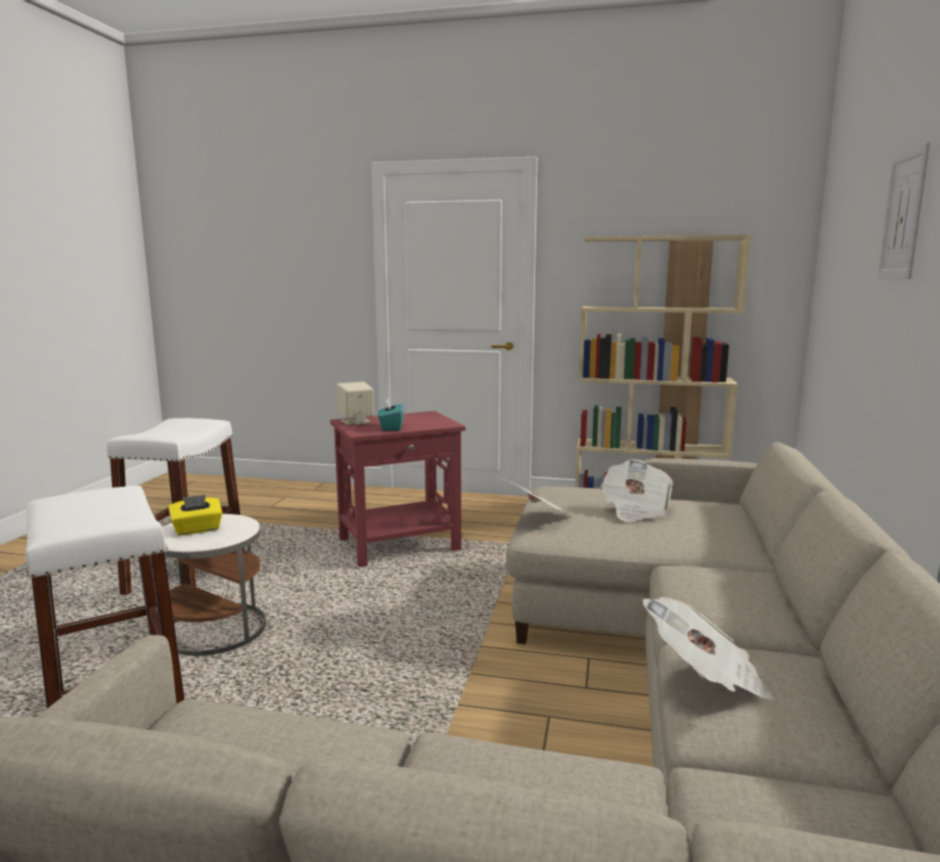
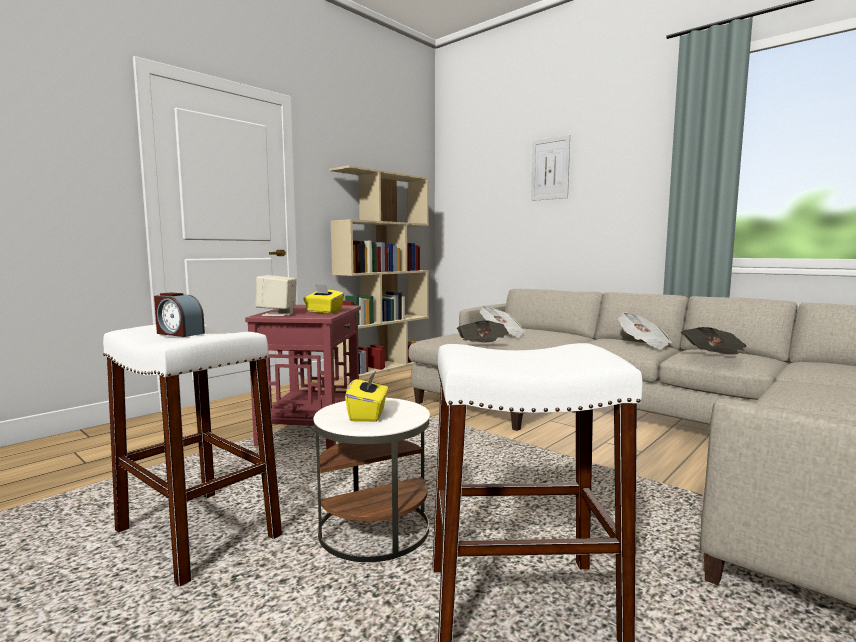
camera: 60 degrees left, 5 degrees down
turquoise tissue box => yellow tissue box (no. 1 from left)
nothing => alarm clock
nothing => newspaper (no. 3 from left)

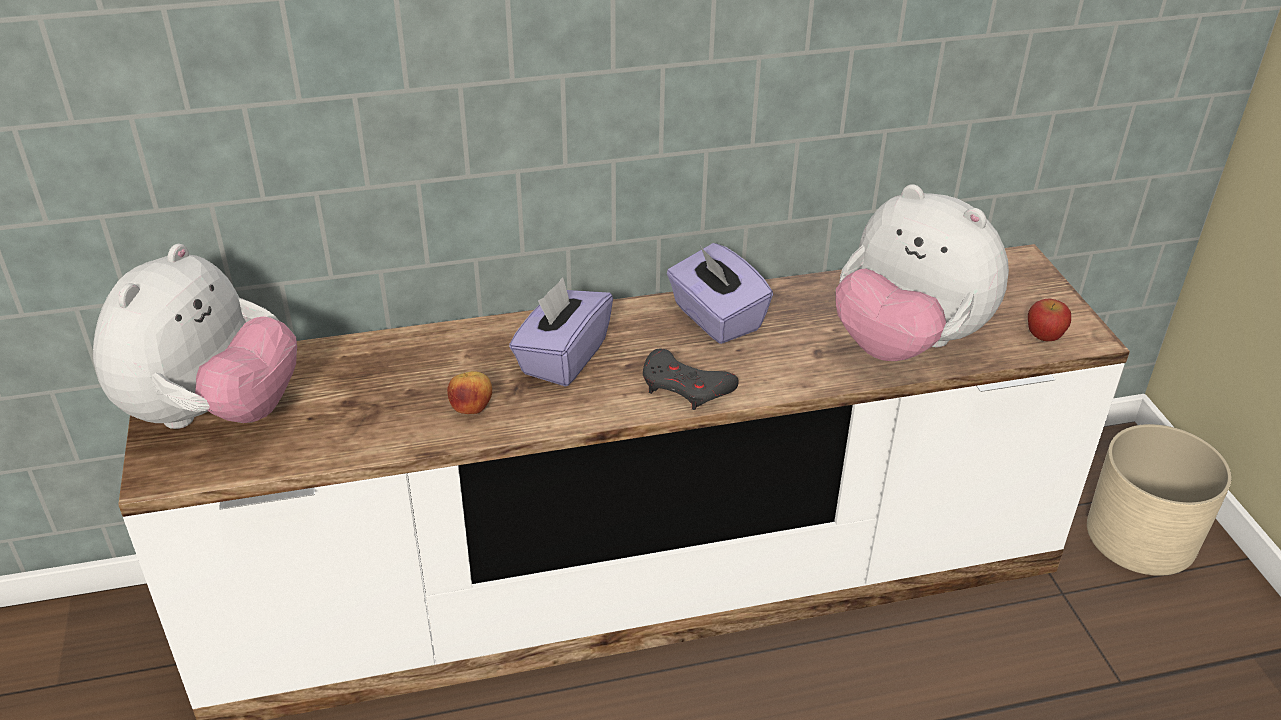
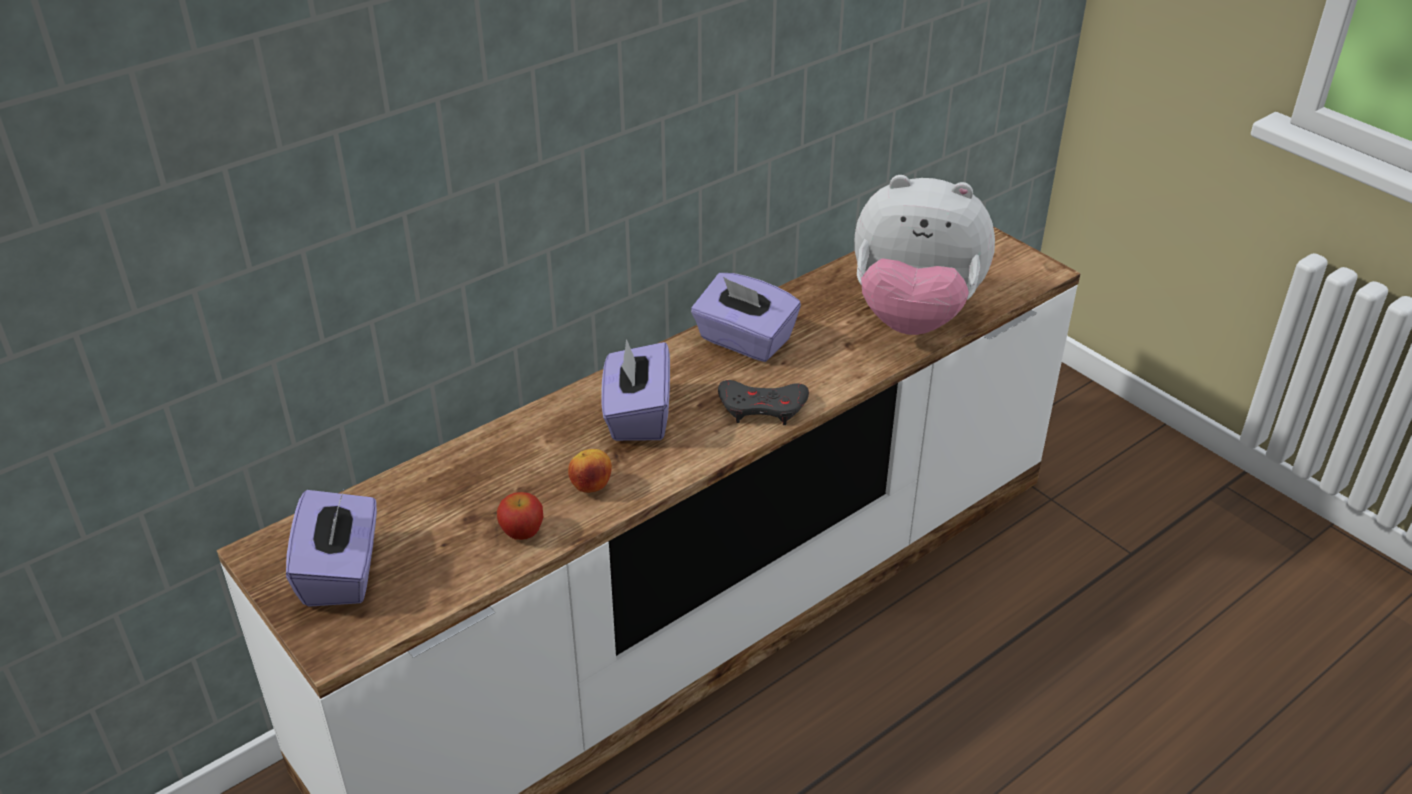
camera: 25 degrees left, 0 degrees up
plush toy (no. 1 from left) => purple tissue box (no. 1 from left)
apple (no. 2 from left in the first image) => apple (no. 1 from left), shifted
beige planter => nothing

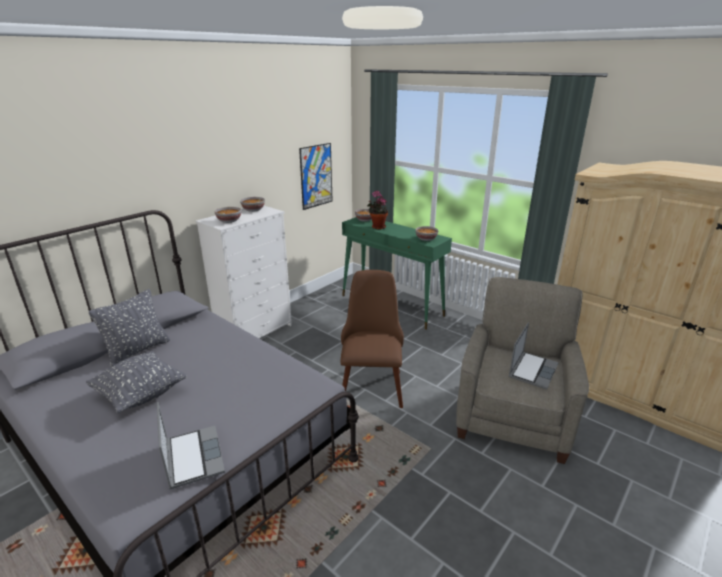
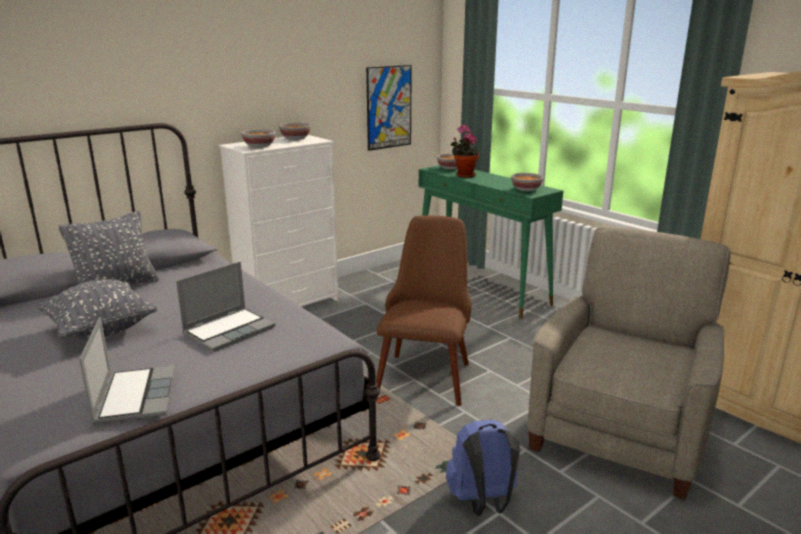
camera: 10 degrees right, 5 degrees down
laptop (no. 2 from left), shifted
nothing => blue backpack

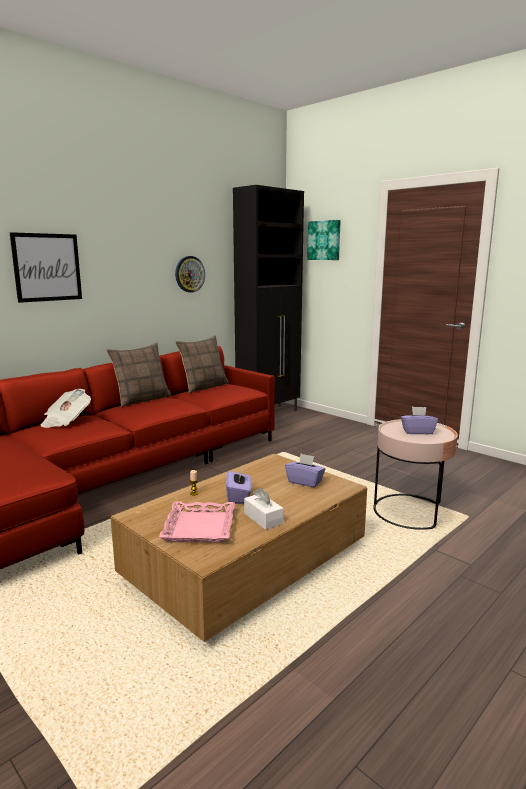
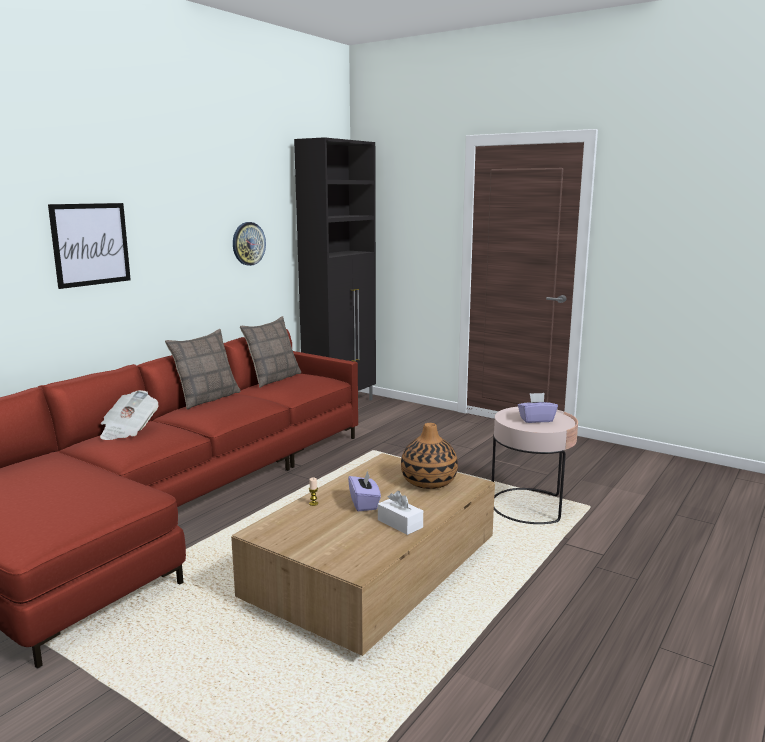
camera: 10 degrees left, 0 degrees up
picture (no. 2 from left) => nothing
purple tissue box (no. 2 from left) => vase
pink tray => nothing

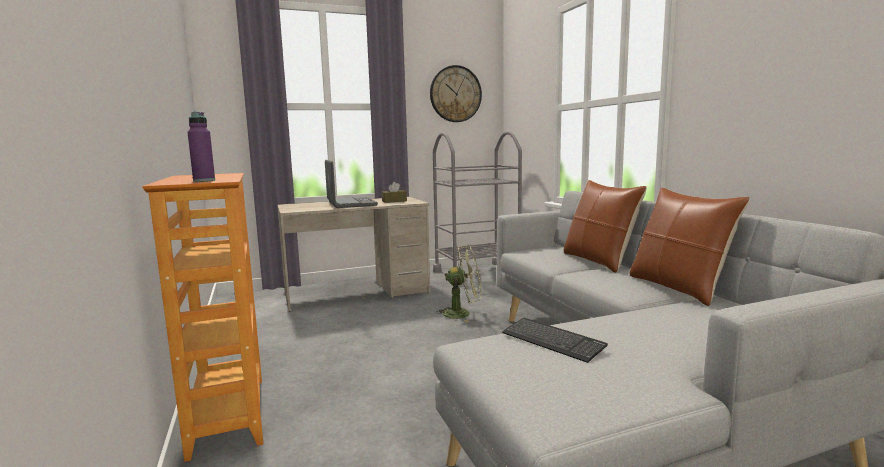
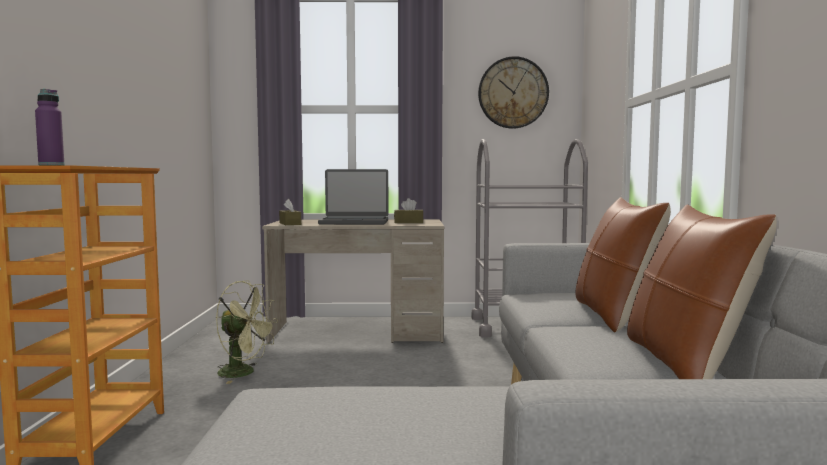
camera: 20 degrees right, 5 degrees down
laptop, 90 degrees clockwise
green fan, shifted
keyboard => nothing
nothing => brown tissue box (no. 1 from left)

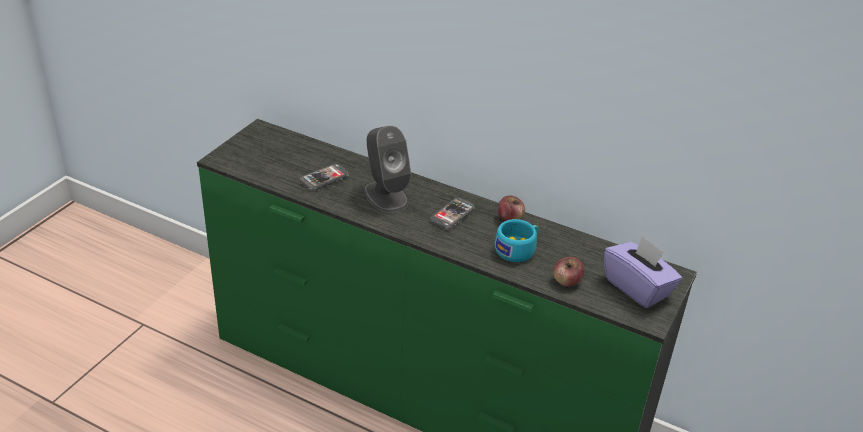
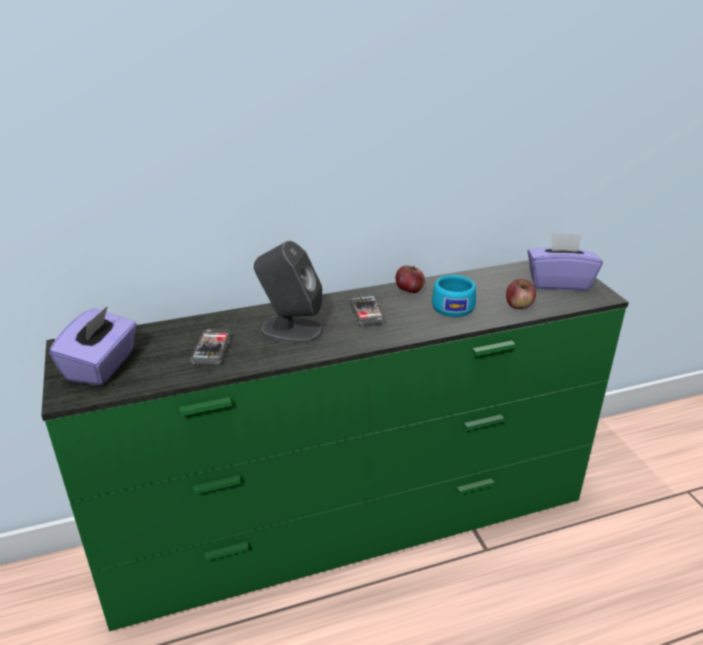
camera: 45 degrees left, 5 degrees down
nothing => purple tissue box (no. 1 from left)

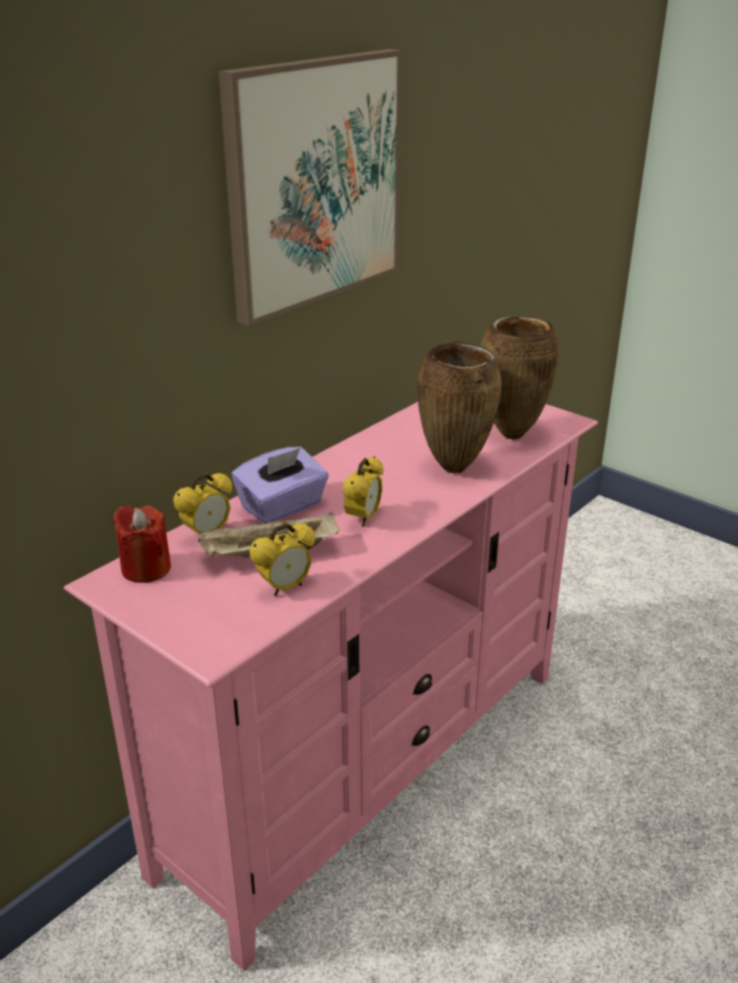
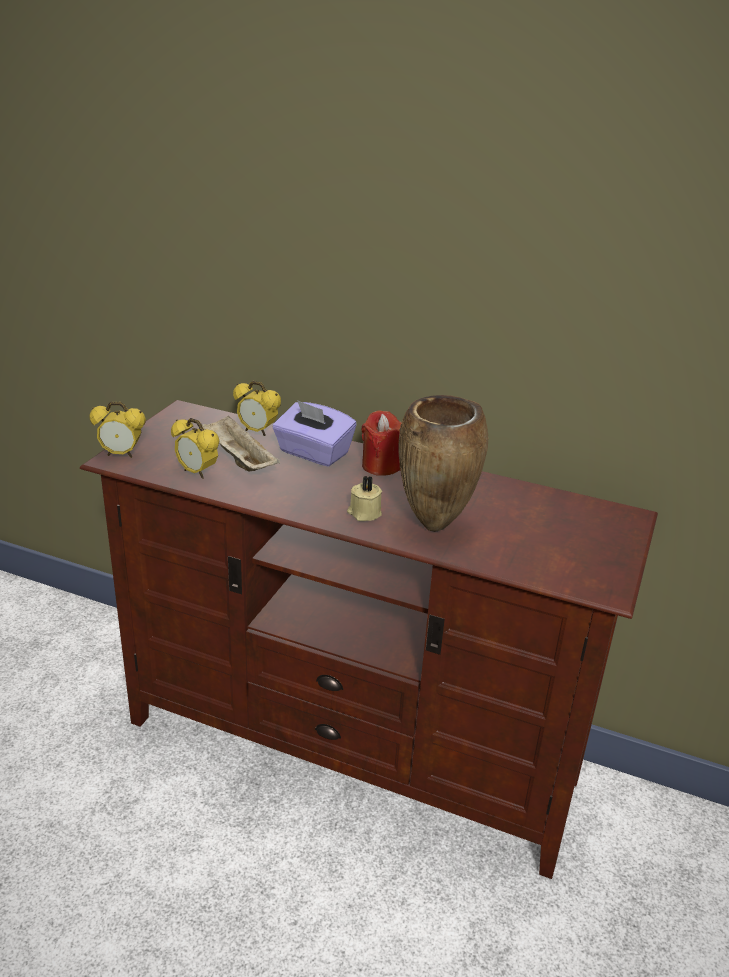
camera: 70 degrees right, 0 degrees up
picture => nothing
brown vase (no. 2 from left) => nothing
pink tv stand => brown tv stand
alarm clock (no. 3 from left in the first image) => alarm clock (no. 1 from left), shifted
red candle, shifted
nothing => beige candle

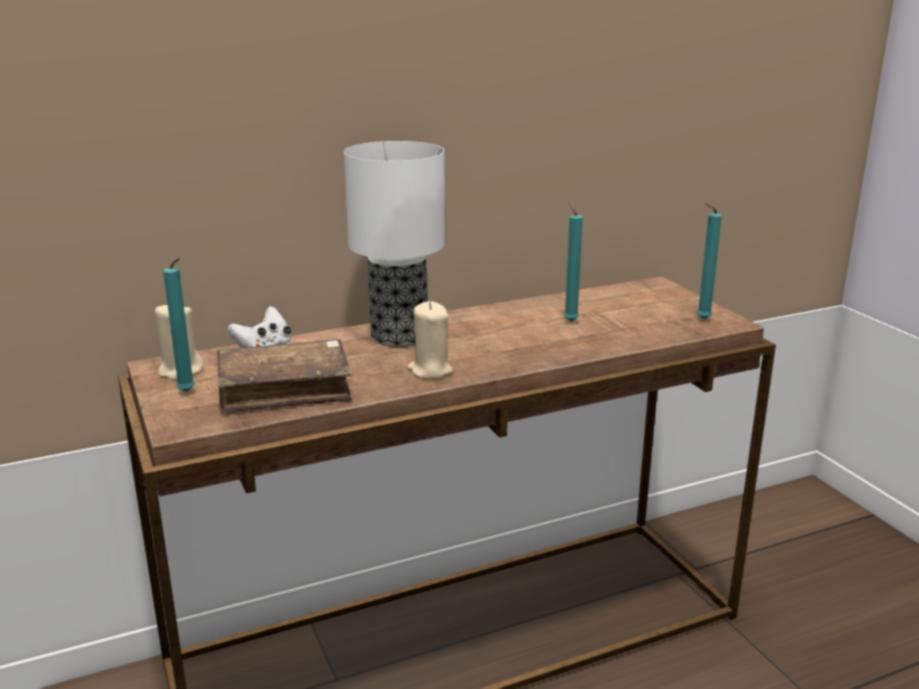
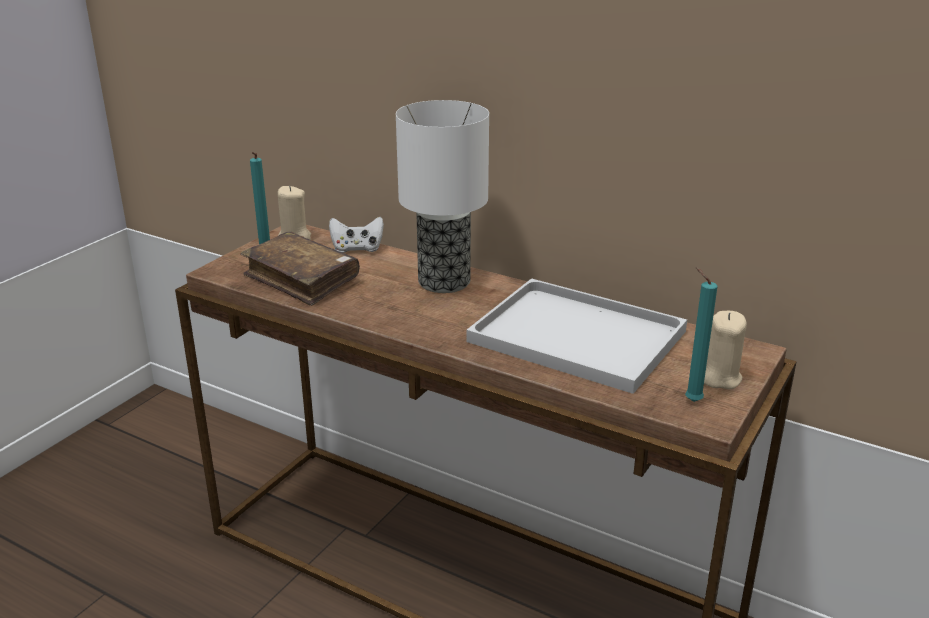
camera: 55 degrees right, 5 degrees up
turquoise candle (no. 2 from left) => white tray
beige candle (no. 2 from left), shifted

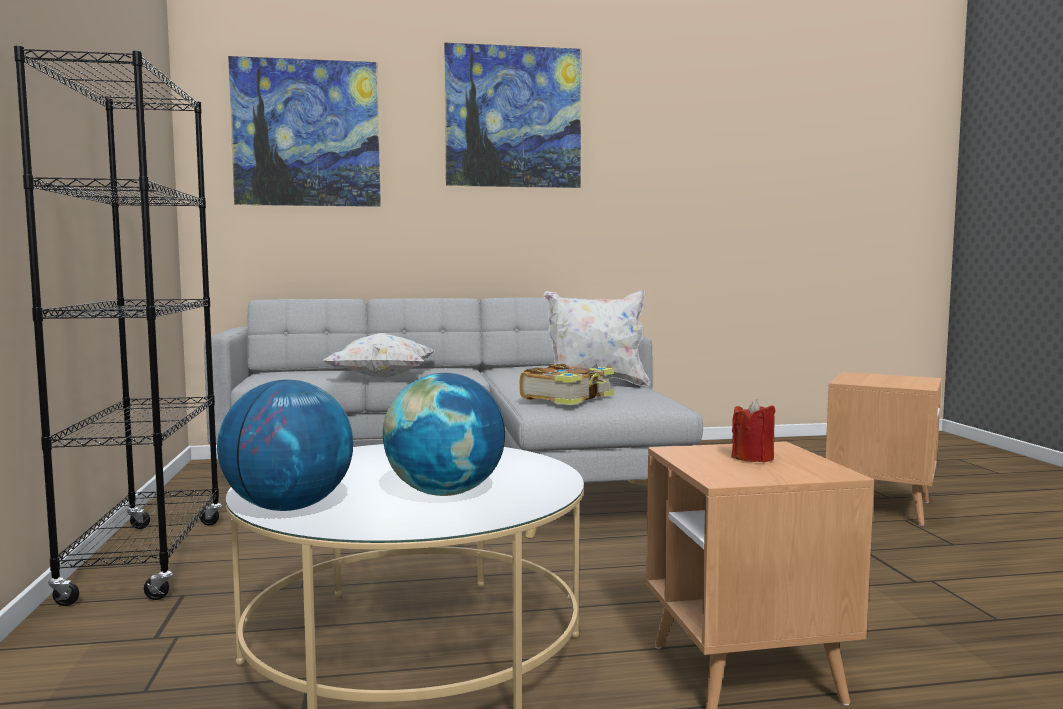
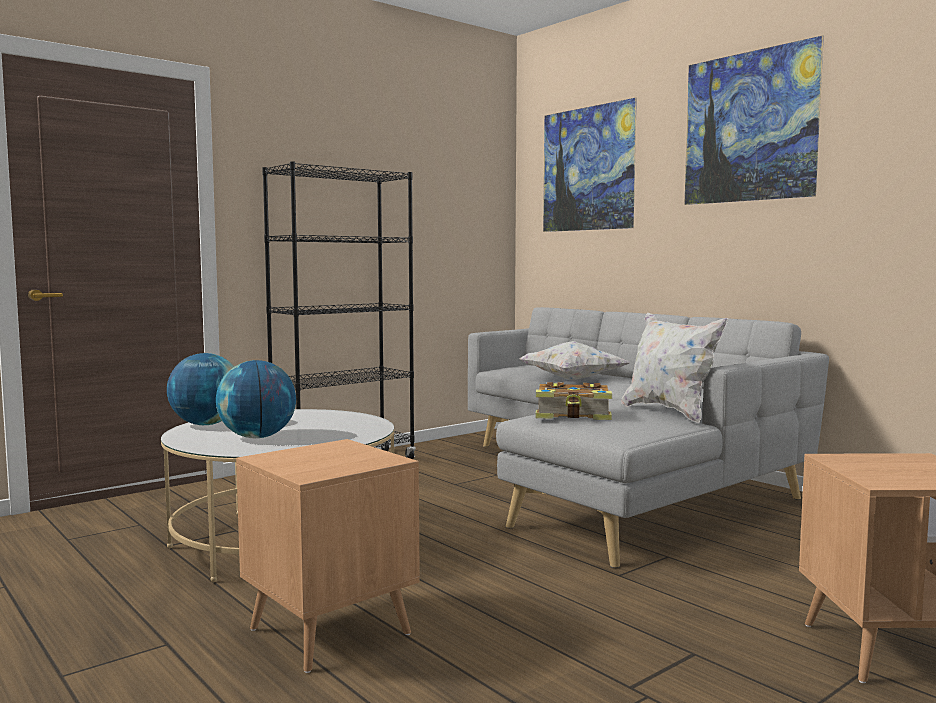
camera: 60 degrees right, 0 degrees up
red candle => nothing

